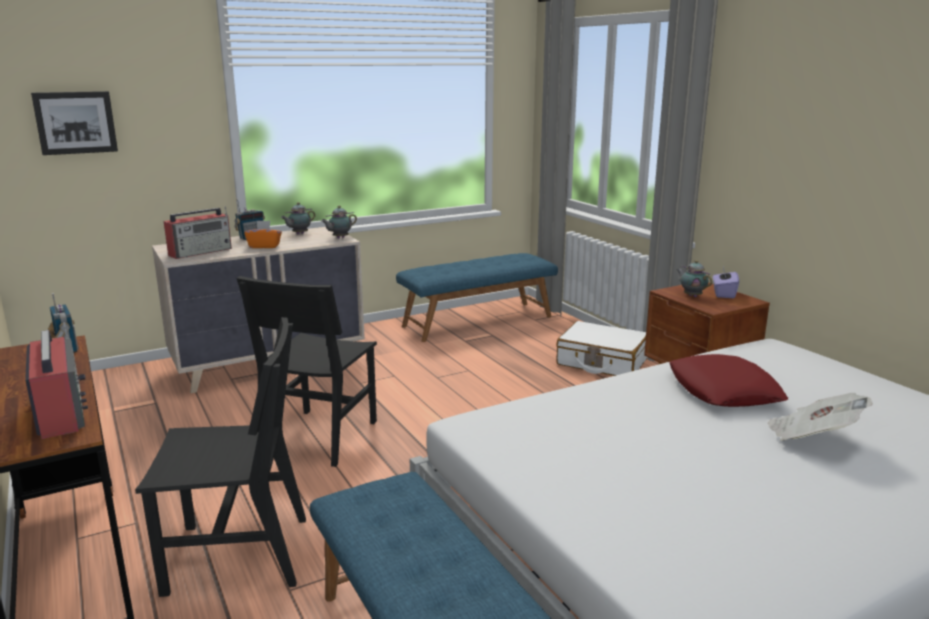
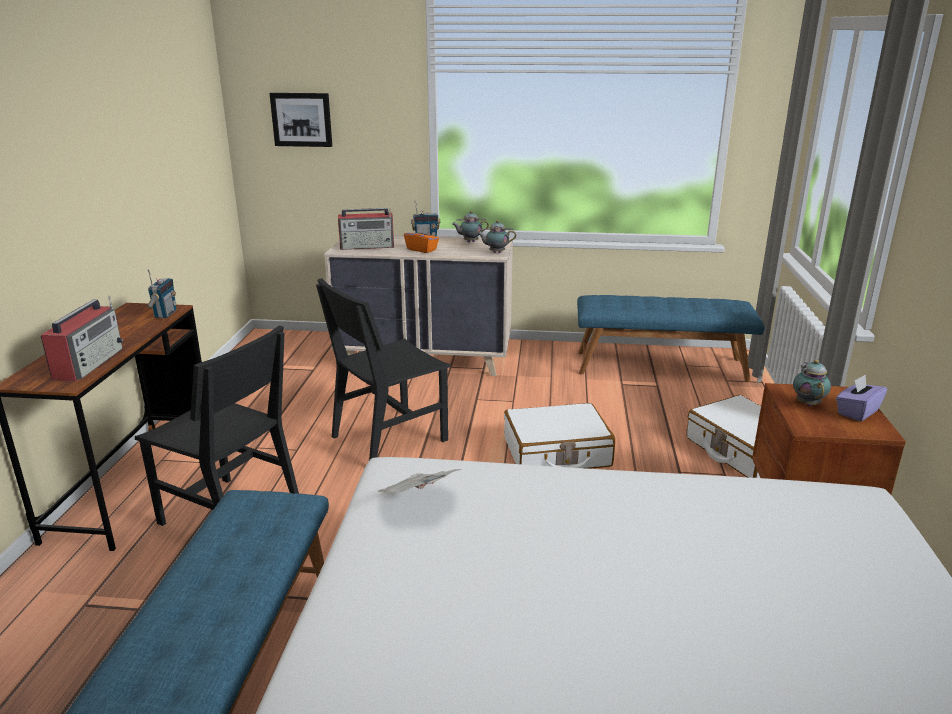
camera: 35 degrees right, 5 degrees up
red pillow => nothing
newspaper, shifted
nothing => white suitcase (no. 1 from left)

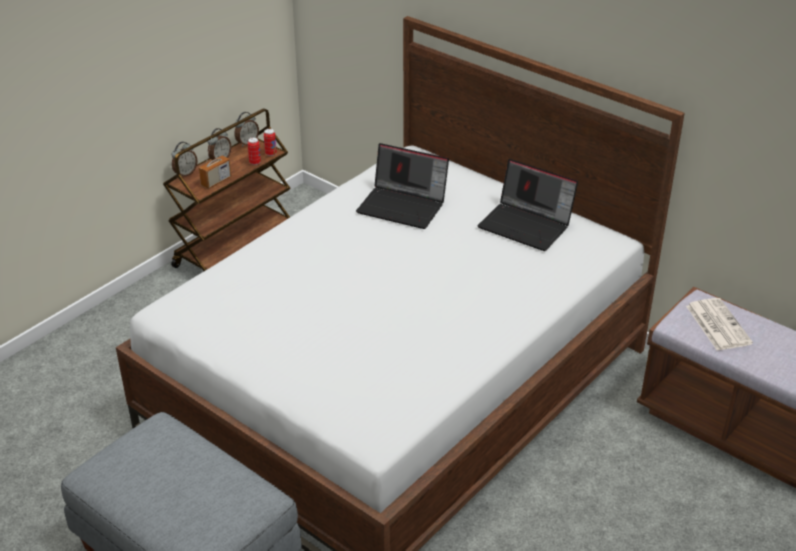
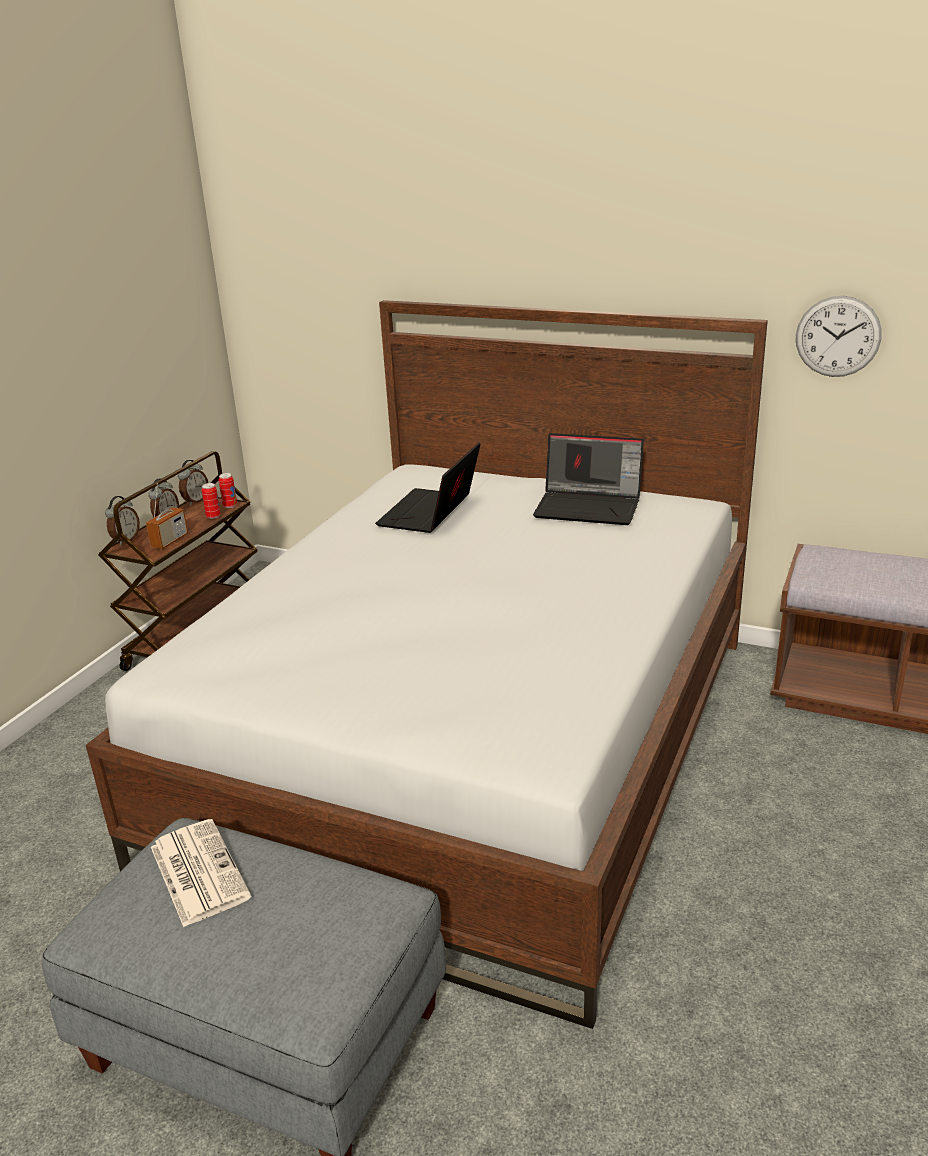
camera: 15 degrees left, 10 degrees down
laptop (no. 1 from left), 105 degrees clockwise
newspaper, shifted
nothing => wall clock

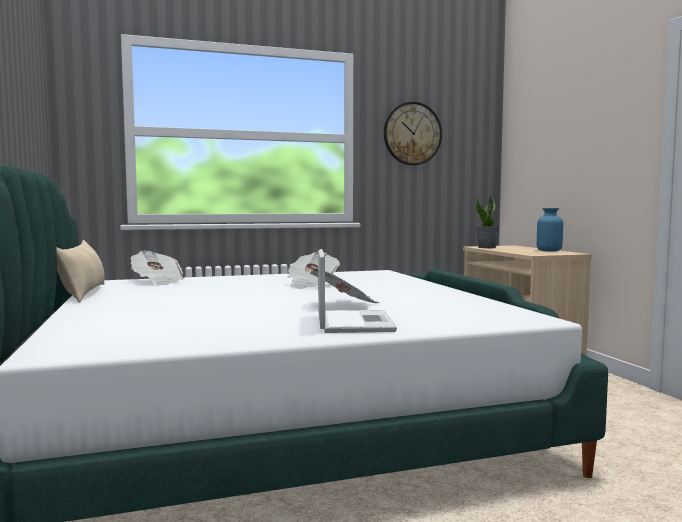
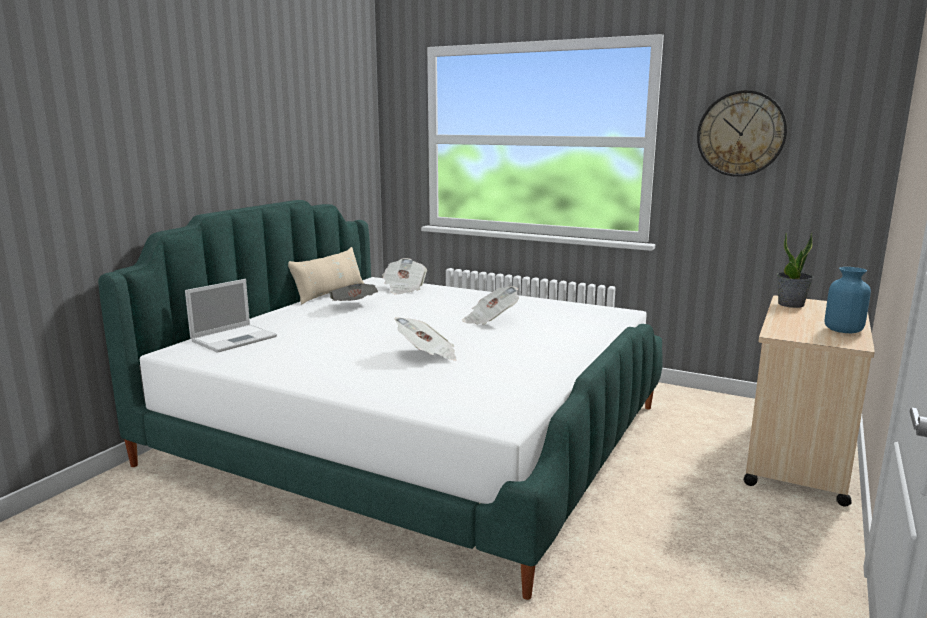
camera: 45 degrees right, 10 degrees up
laptop, shifted
nothing => newspaper (no. 1 from left)

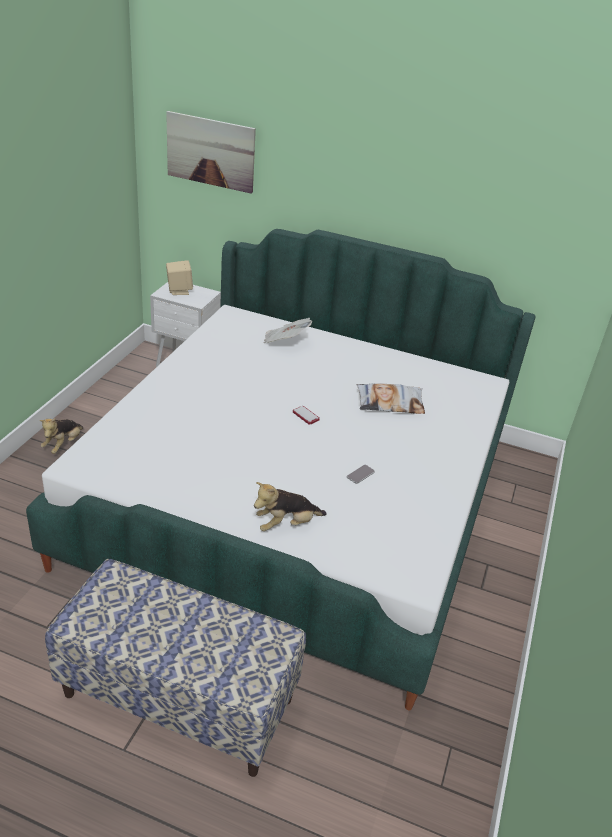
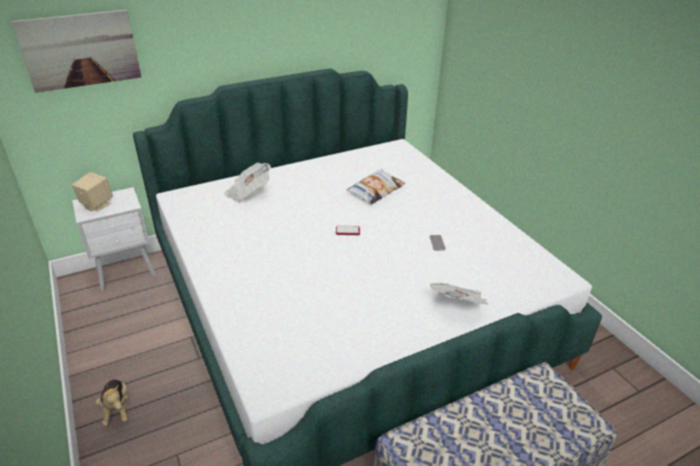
camera: 45 degrees left, 0 degrees up
plush toy (no. 2 from left) => newspaper (no. 2 from left)

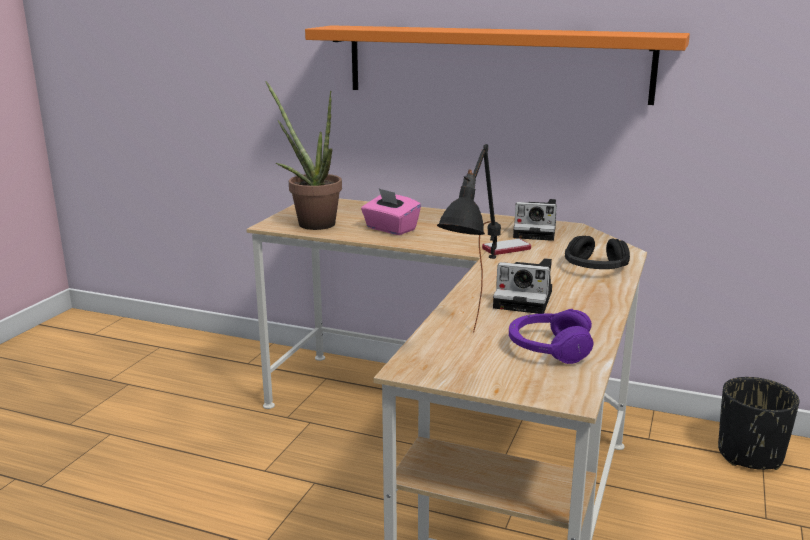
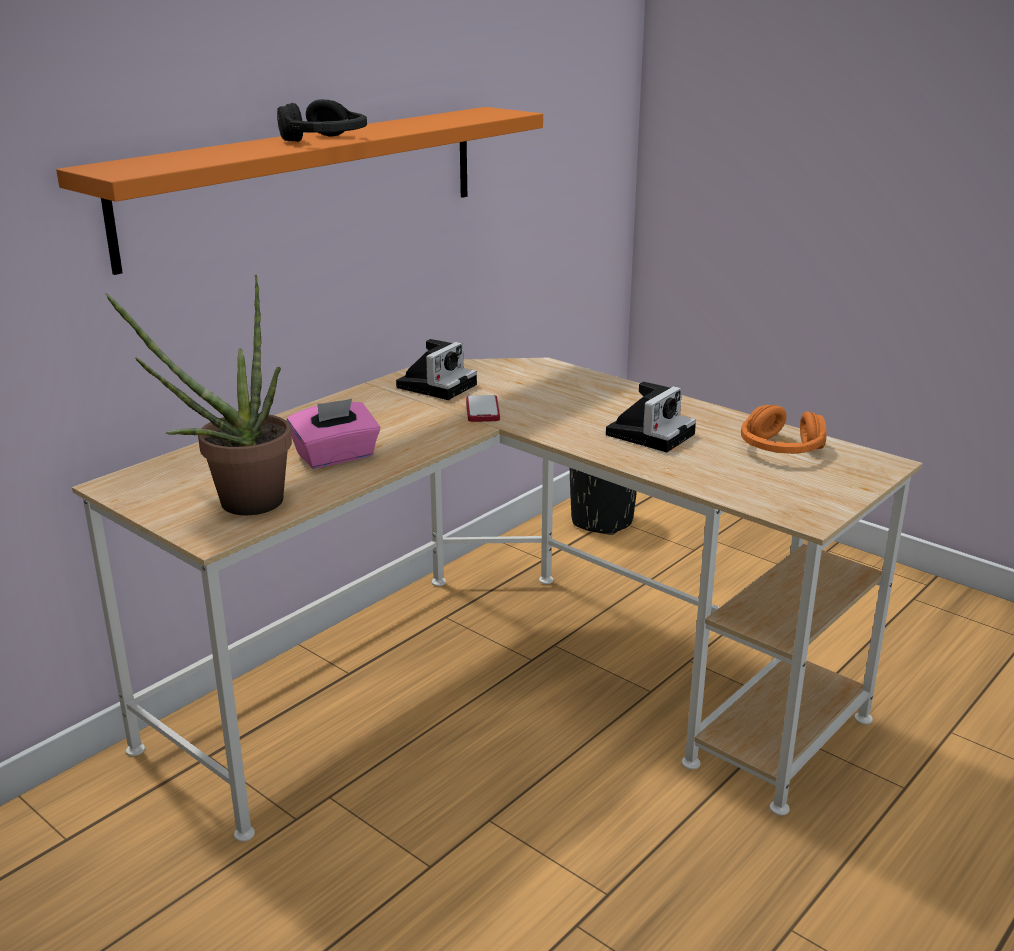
camera: 70 degrees left, 5 degrees up
black table lamp => nothing
black headphones, shifted
purple headphones => orange headphones

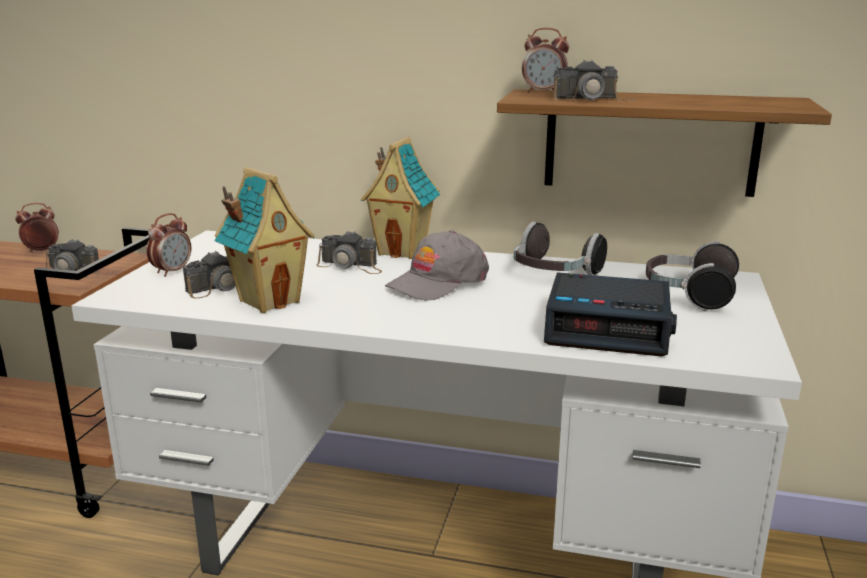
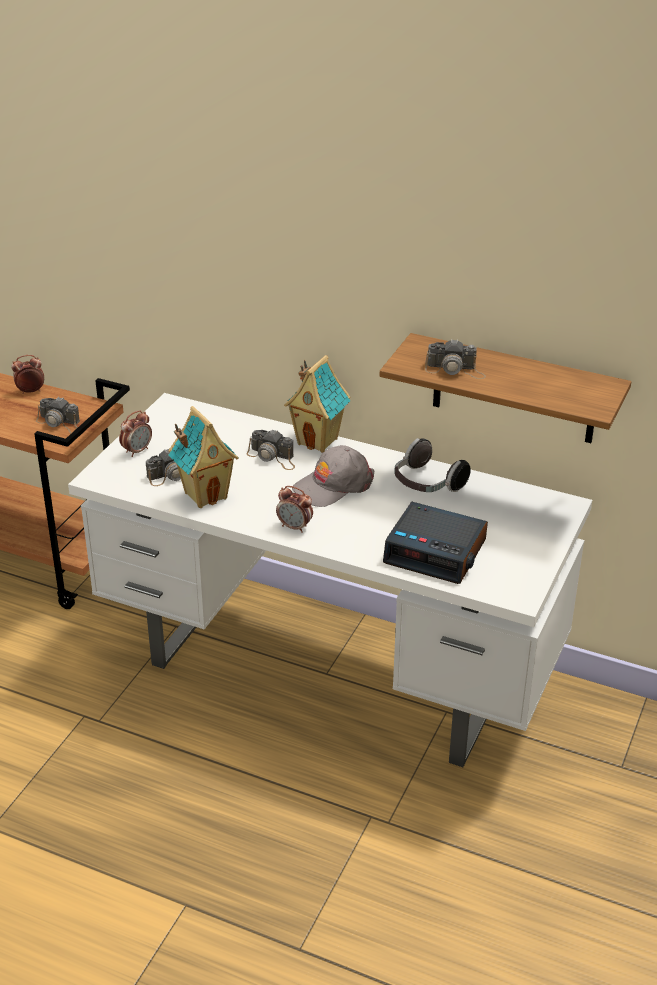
camera: 10 degrees right, 15 degrees up
alarm clock (no. 3 from left), shifted
headphones (no. 2 from left) => nothing

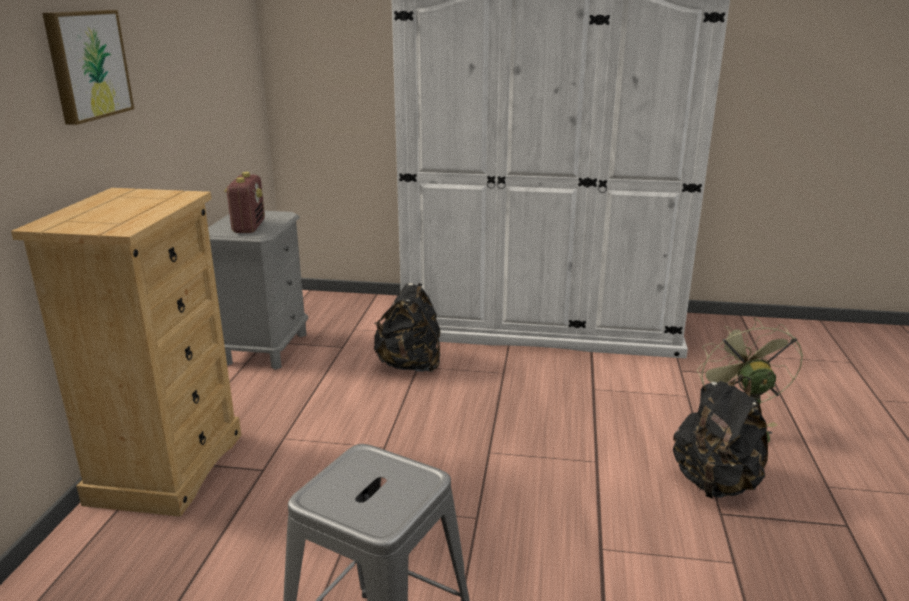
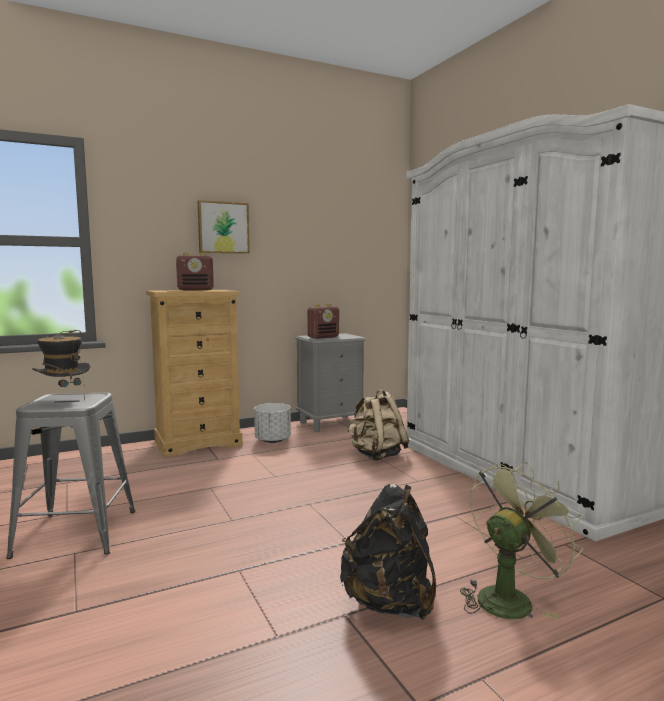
camera: 55 degrees right, 15 degrees down
black backpack (no. 1 from left) => beige backpack
nothing => radio (no. 1 from left)
nothing => hat
nothing => white planter

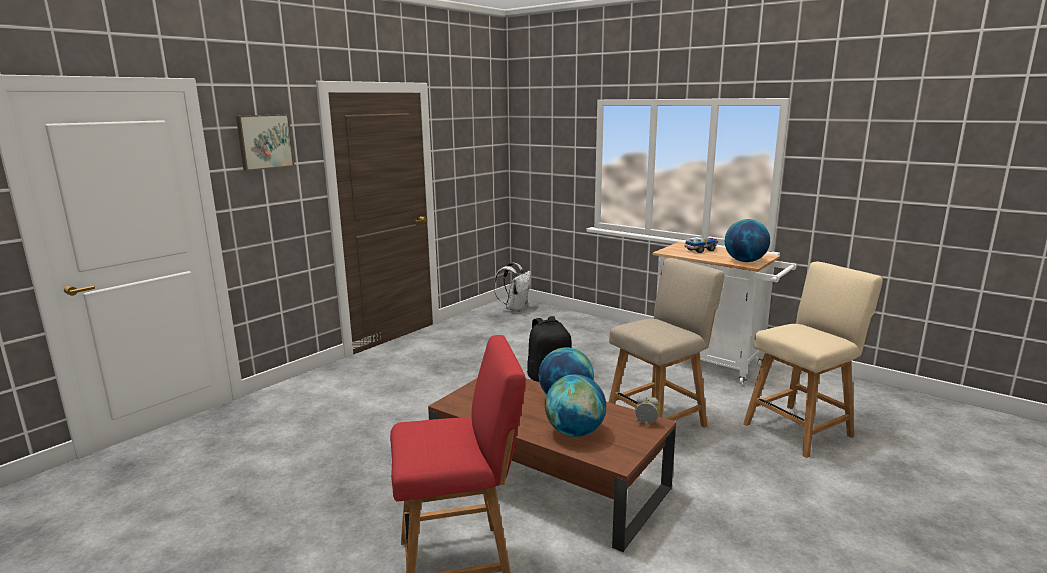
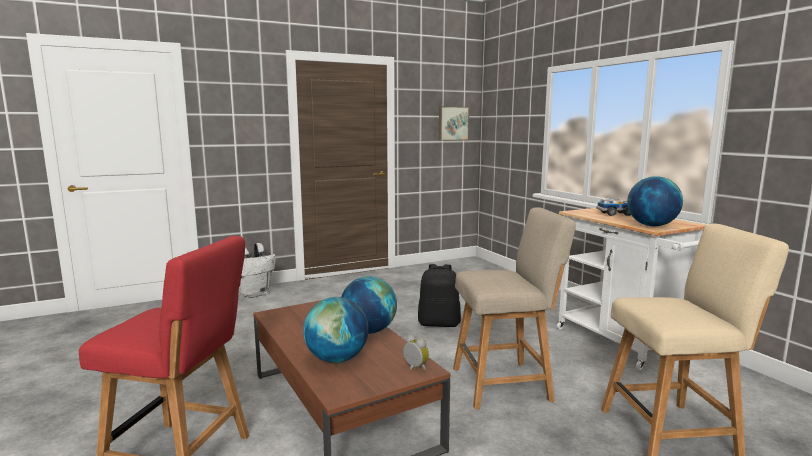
camera: 25 degrees right, 5 degrees down
picture, shifted
white backpack, shifted

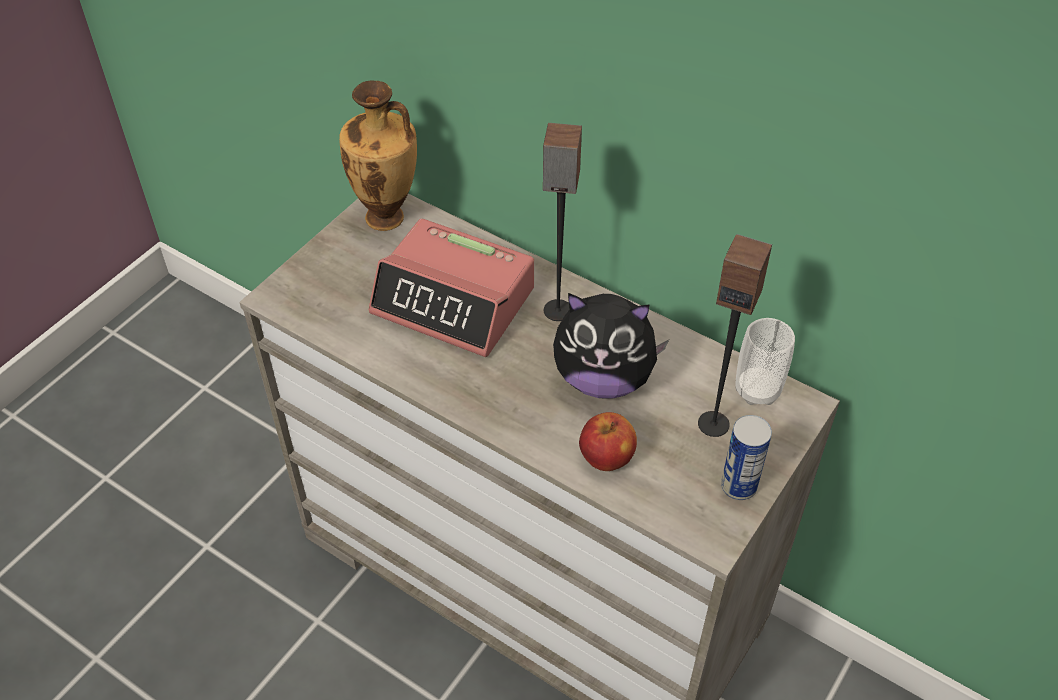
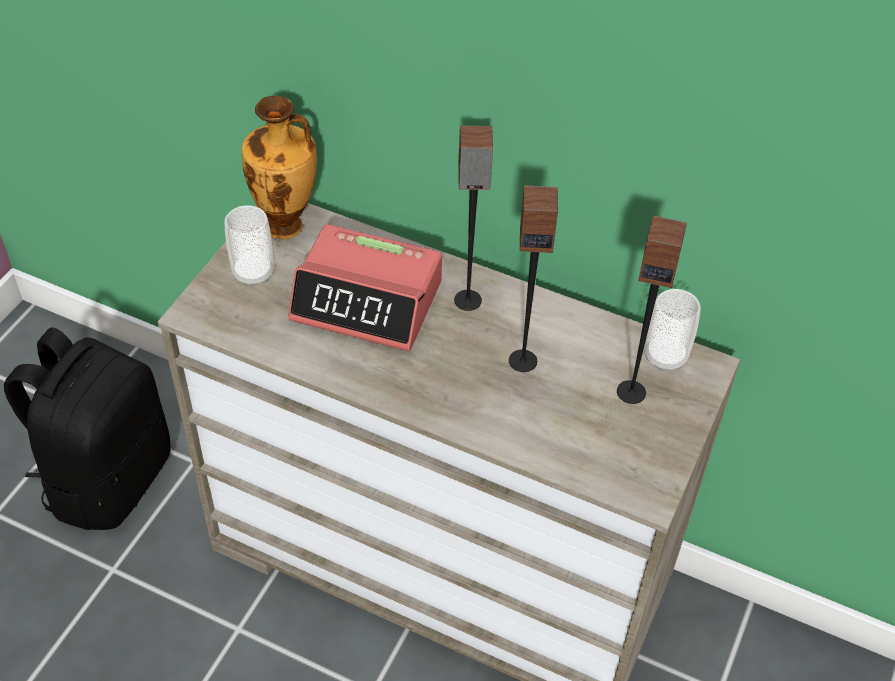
camera: 10 degrees left, 0 degrees up
plush toy => speaker (no. 2 from left)
apple => nothing
can => nothing
nothing => cup (no. 1 from left)
nothing => black backpack

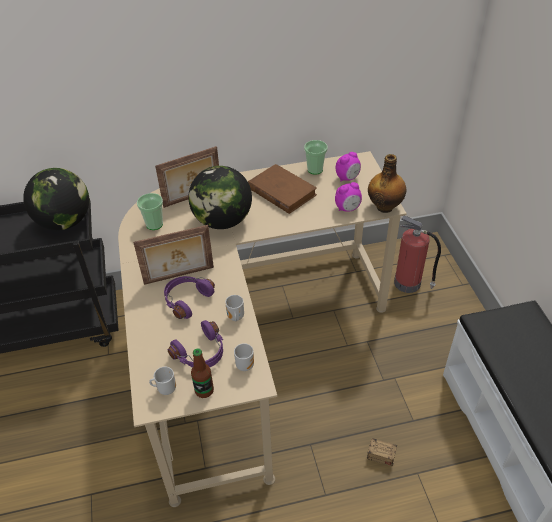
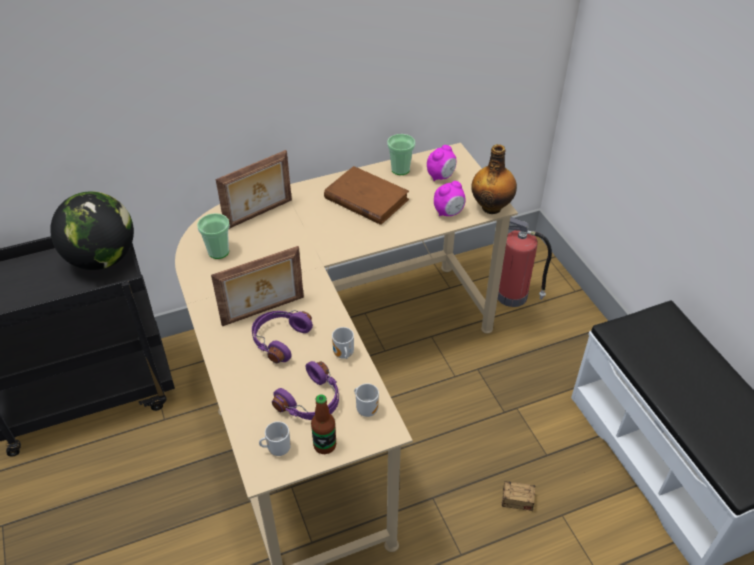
camera: 10 degrees left, 0 degrees up
globe (no. 2 from left) => nothing

